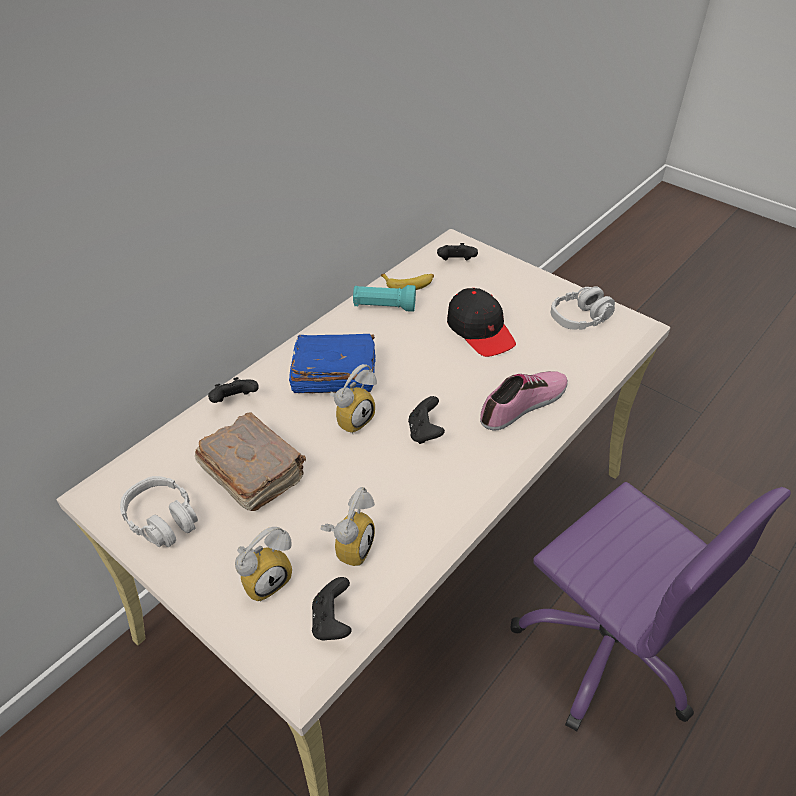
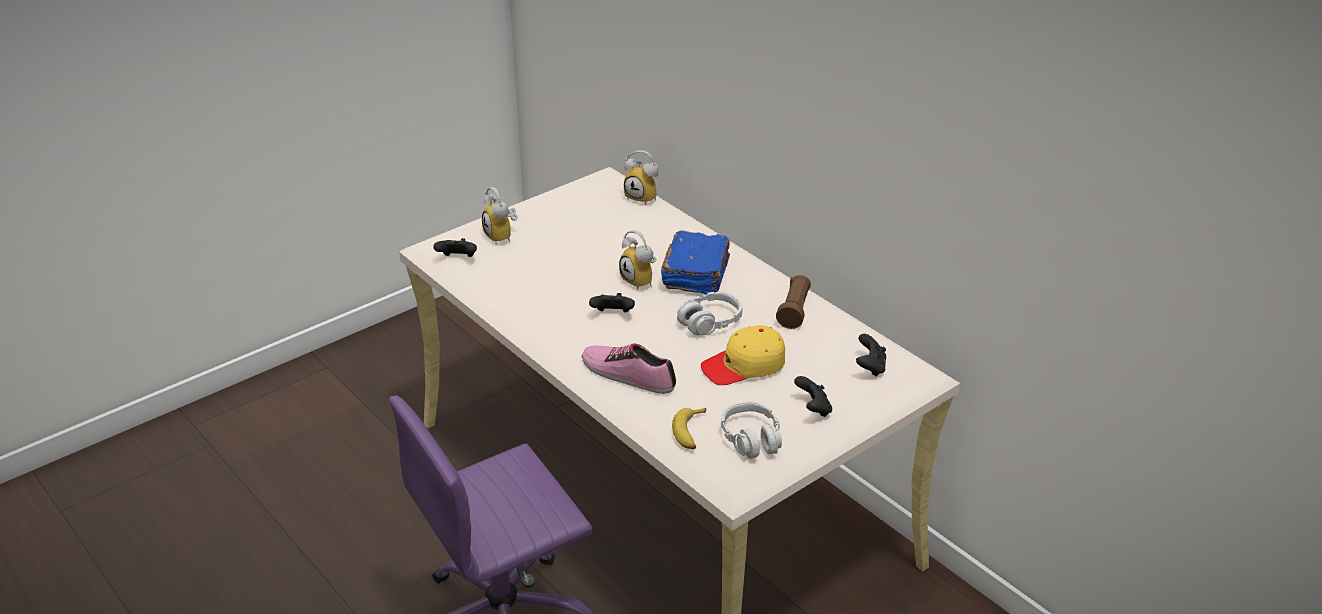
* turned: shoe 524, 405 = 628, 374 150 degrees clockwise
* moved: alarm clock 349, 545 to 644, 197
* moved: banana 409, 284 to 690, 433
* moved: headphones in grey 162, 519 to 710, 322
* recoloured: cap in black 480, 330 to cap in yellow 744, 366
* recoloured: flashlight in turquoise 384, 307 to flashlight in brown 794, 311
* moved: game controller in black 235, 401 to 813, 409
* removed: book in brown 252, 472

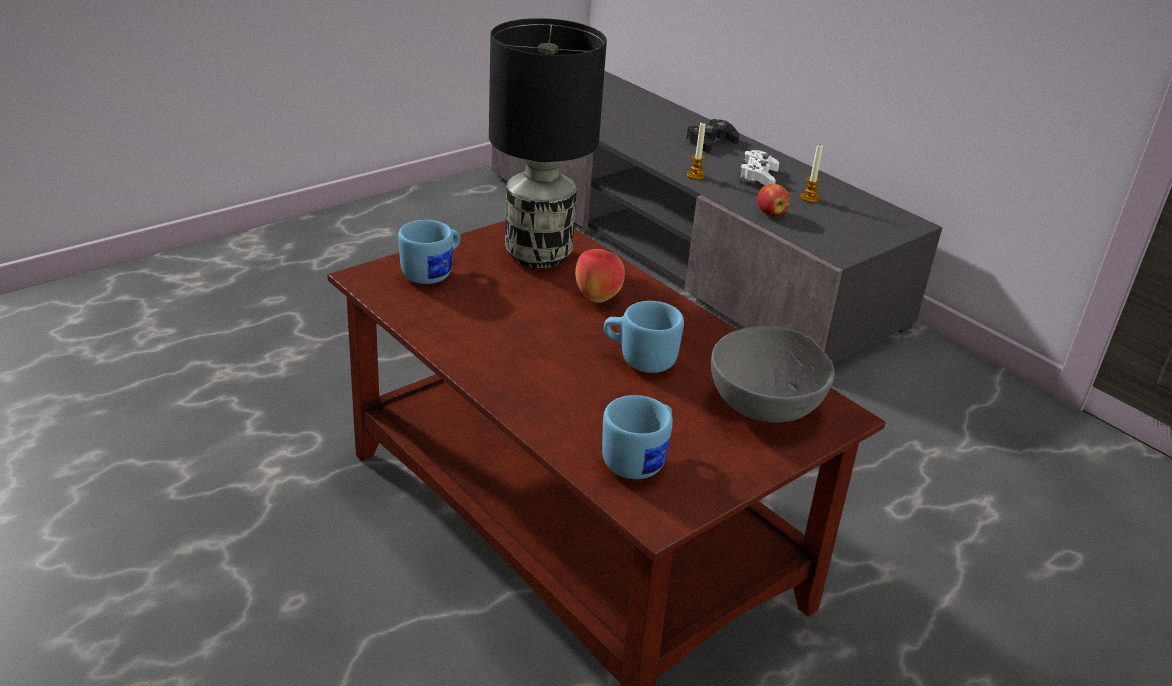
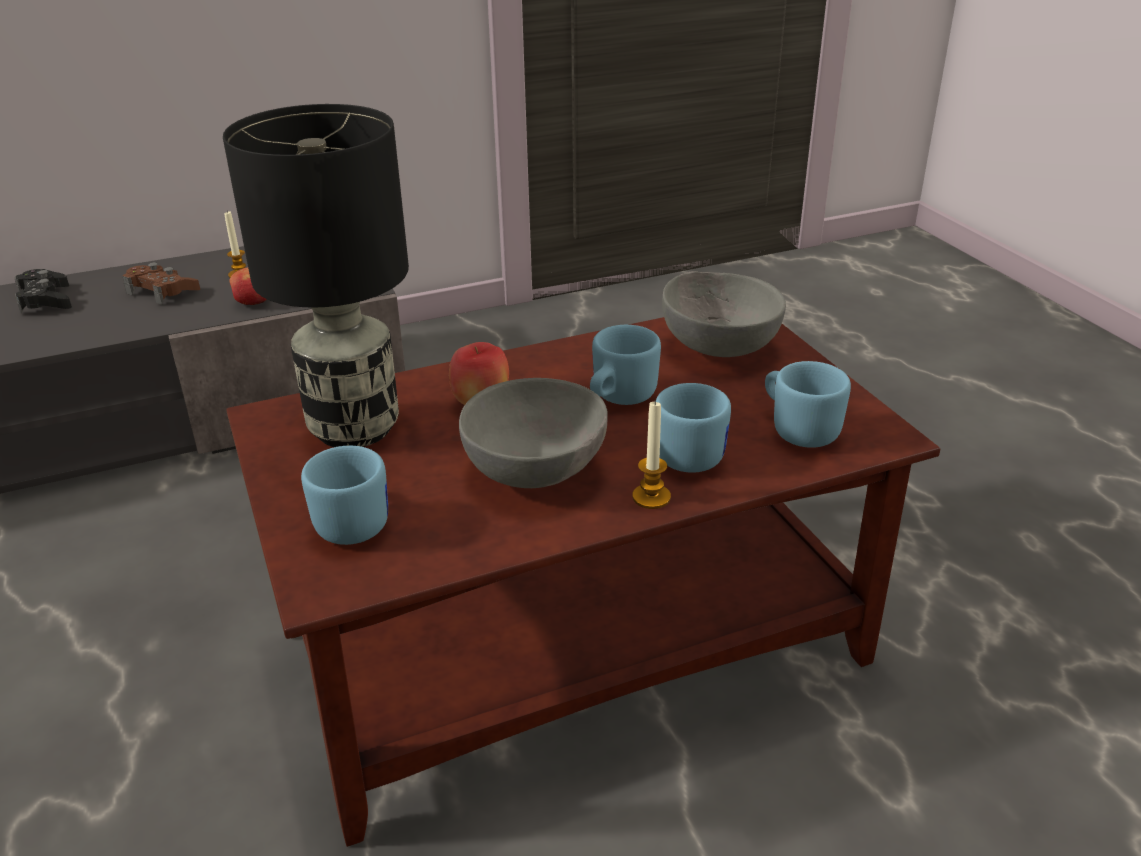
* recoloured: game controller in white 758, 176 to game controller in brown 162, 291
* added: bowl in grey 537, 472
* moved: candle 695, 175 to 651, 497
* added: mug in blue 687, 451

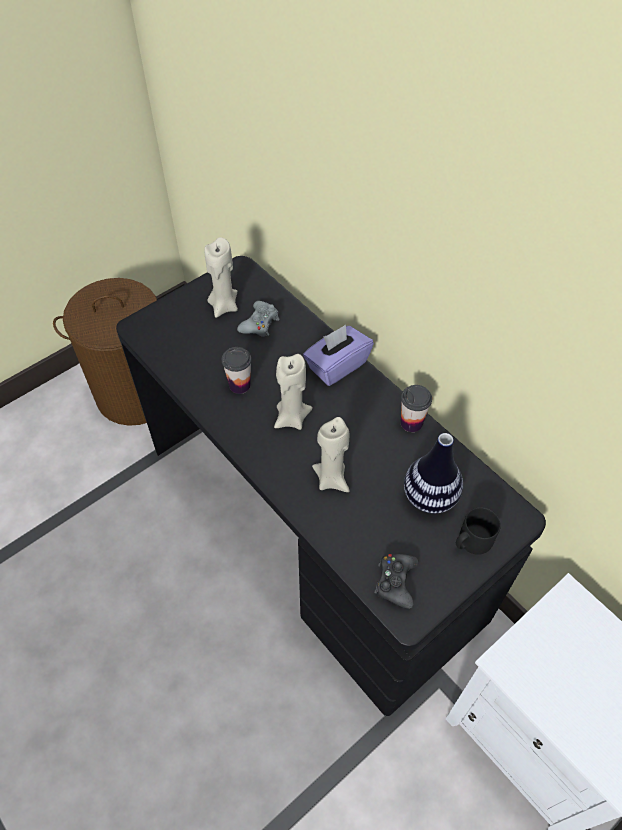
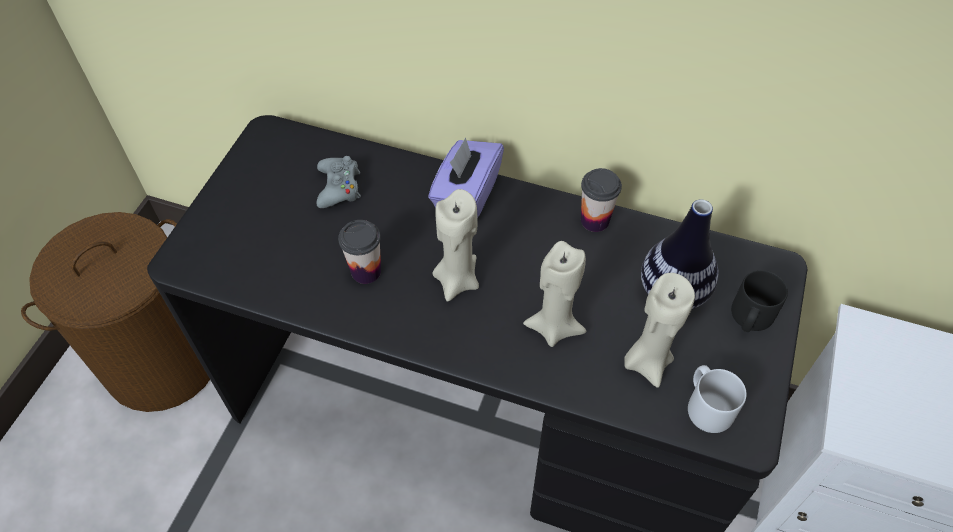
* moved: candle in beige 224, 306 to 647, 361
* replaced: game controller in black 395, 582 to mug in grey 707, 406

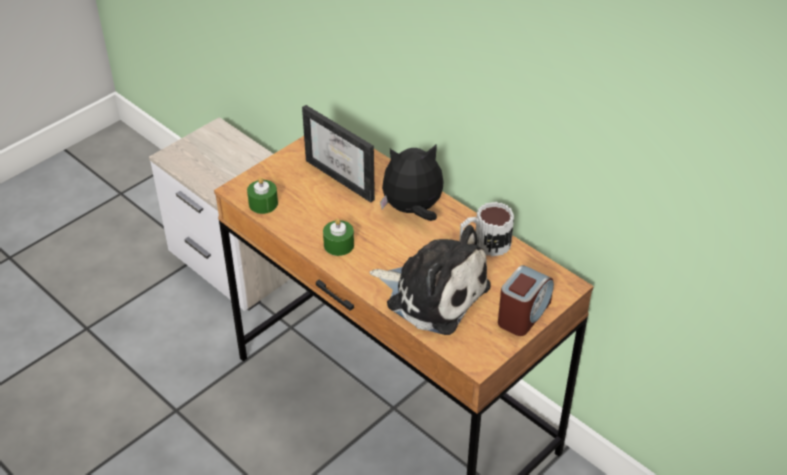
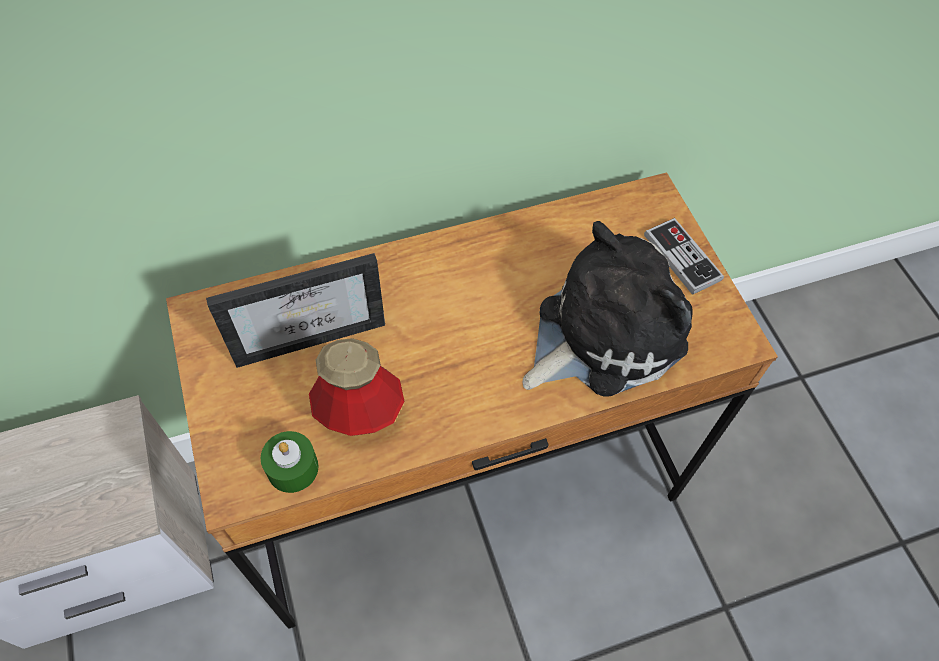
* added: bottle 359, 413
* replaced: alarm clock 523, 314 to game controller 682, 257
* removed: candle in green 339, 245
* removed: plush toy 413, 210
* removed: mug 484, 244

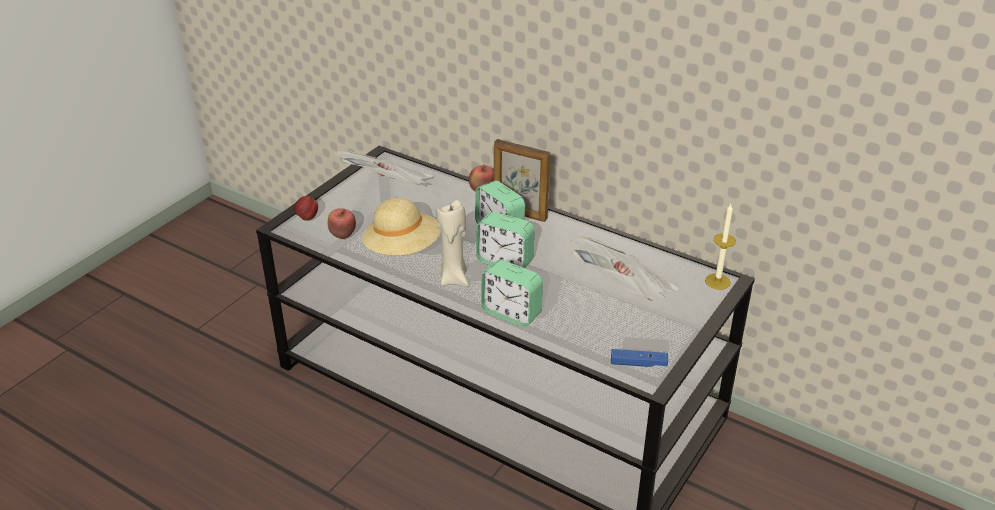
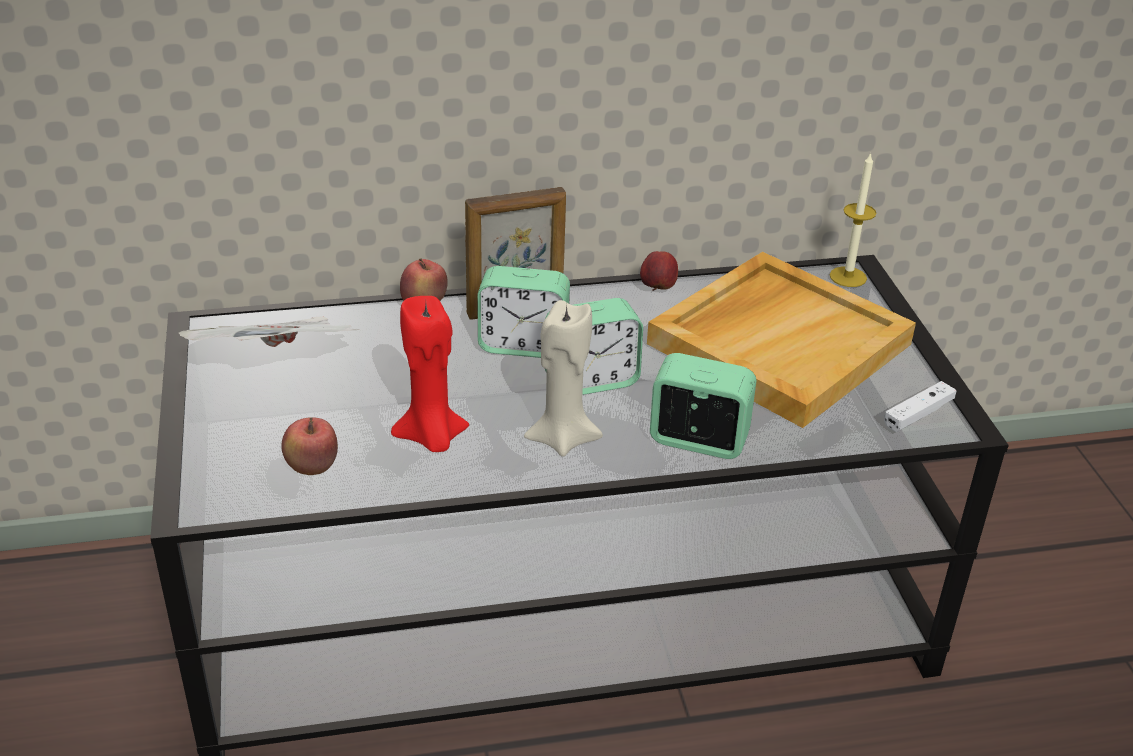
* replaced: hat in beige 403, 249 to candle in red 431, 438
* moved: apple 307, 218 to 658, 287
* replaced: newspaper 623, 292 to tray in beige 779, 342
* turned: alarm clock 511, 313 = 698, 440 150 degrees counterclockwise
* recoloured: game controller in blue 638, 363 to game controller in white 918, 414

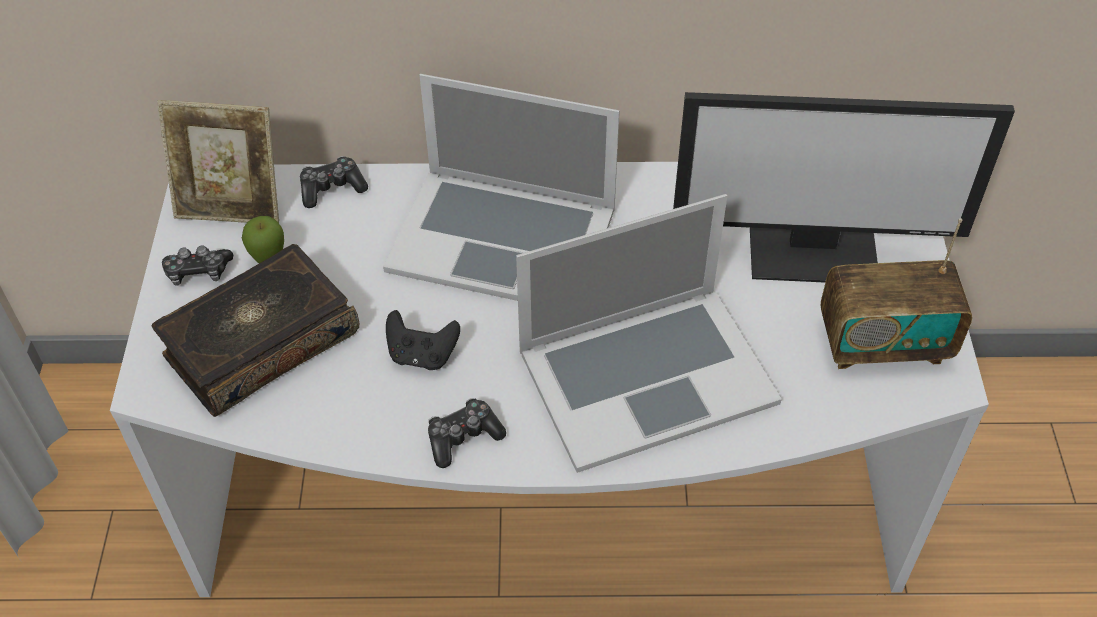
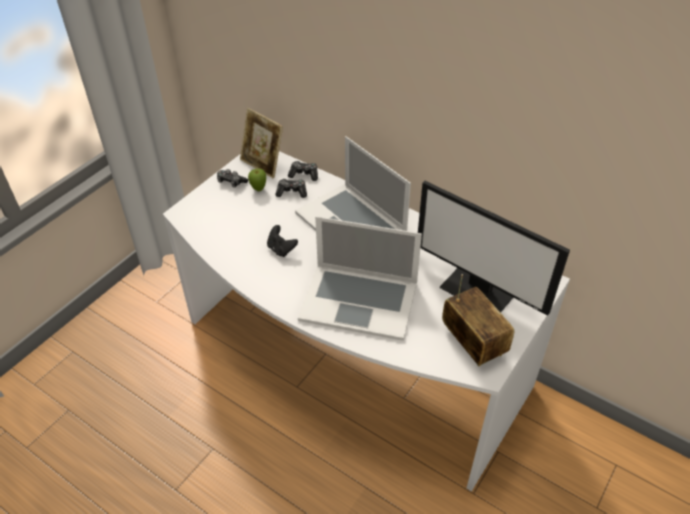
* moved: game controller 463, 437 to 292, 192
* turned: radio 883, 343 = 473, 342 150 degrees counterclockwise
* removed: book 260, 343

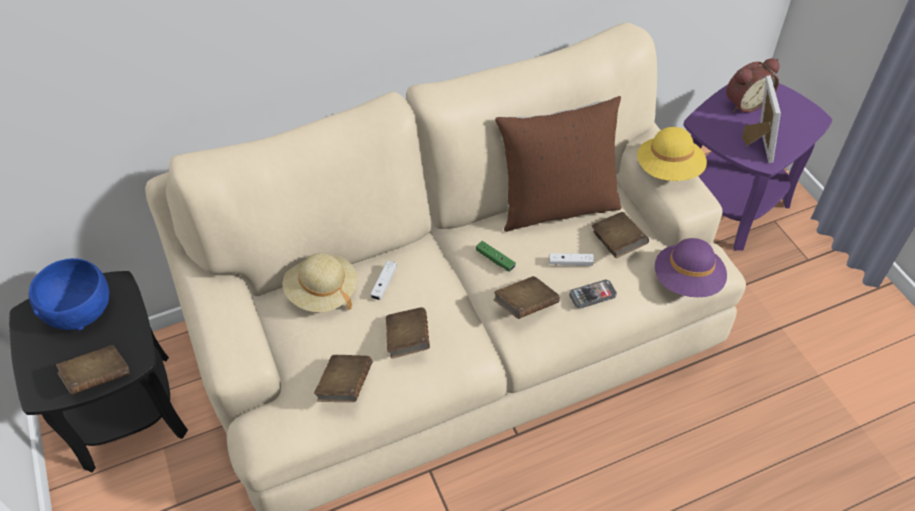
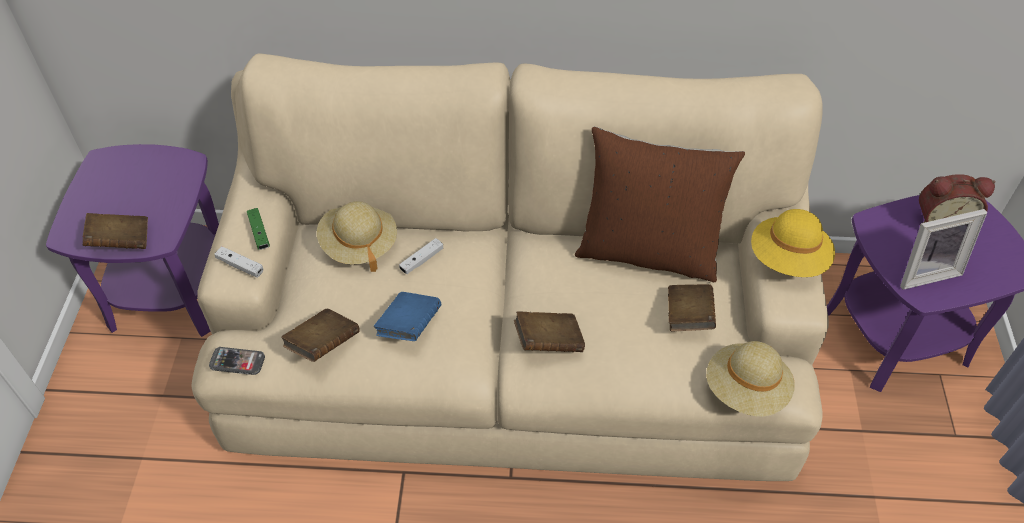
* recoloured: side table in black 127, 411 to side table in purple 171, 290
* moved: phone 592, 295 to 237, 362
* moved: game controller in white 570, 263 to 240, 266
* moved: game controller in green 495, 260 to 259, 233
* recoloured: book in brown 408, 341 to book in blue 409, 326
* recoloured: hat in purple 687, 281 to hat in beige 746, 390
* turned: picture frame 755, 144 = 924, 271 45 degrees clockwise
* removed: bowl in blue 79, 310

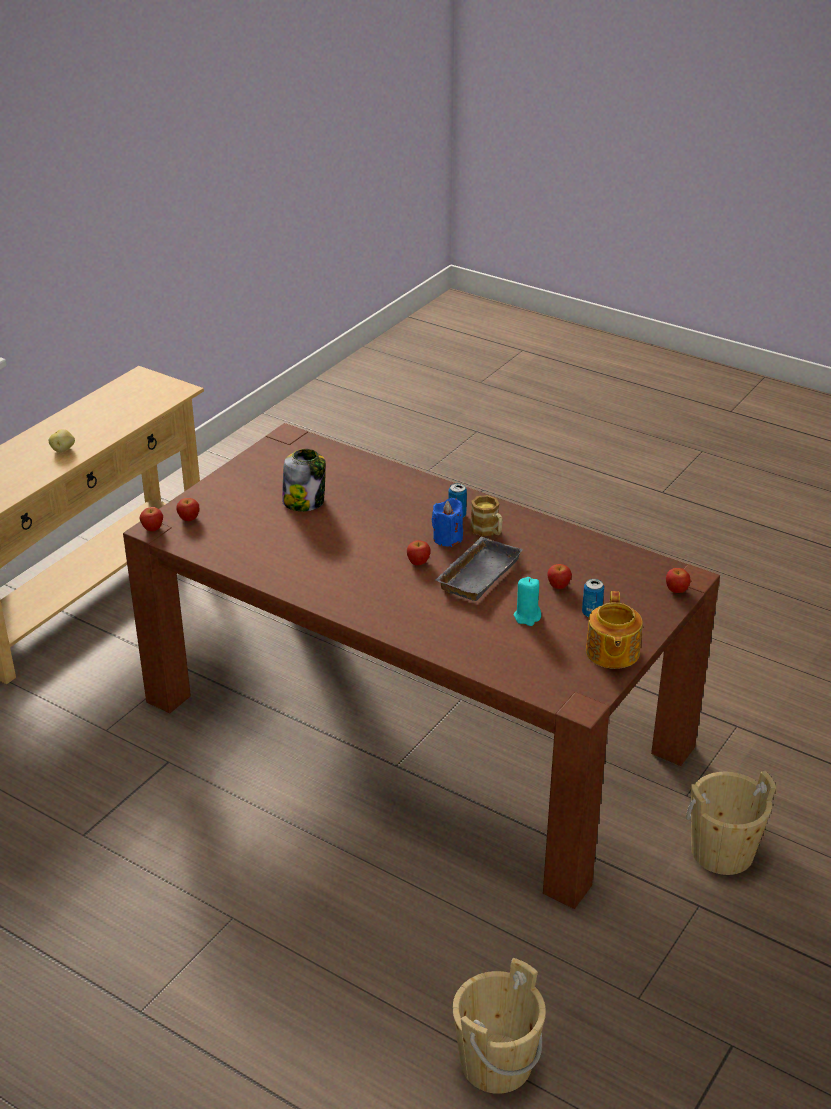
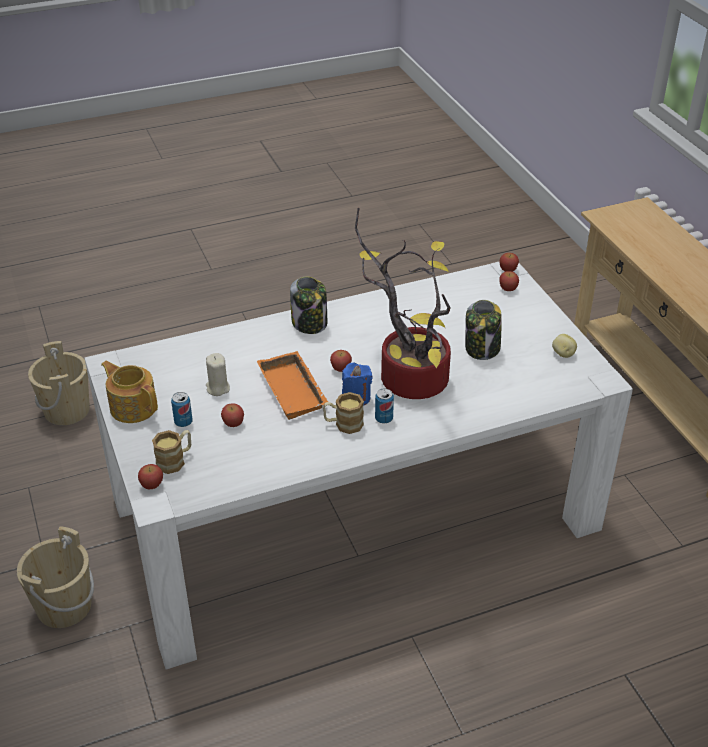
* recoloured: dining table in brown 415, 724 to dining table in white 353, 514
* added: mug 175, 460
* recoloured: candle in turquoise 527, 617 to candle in beige 217, 388
* recoloured: tray in grey 477, 573 to tray in orange 295, 390
* added: jar 310, 323
* added: potted plant 407, 379
* moved: potato 63, 449 to 563, 354

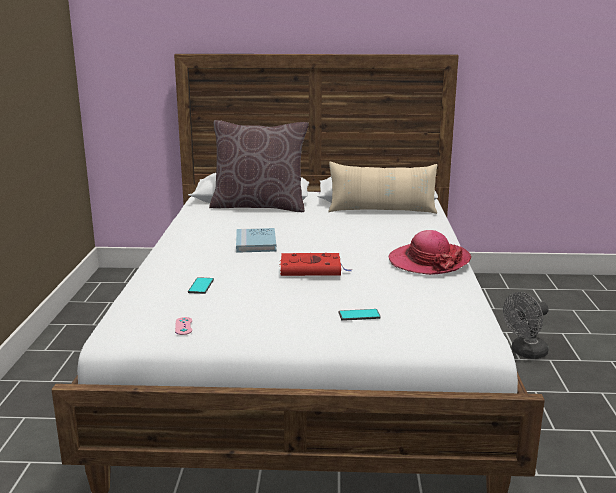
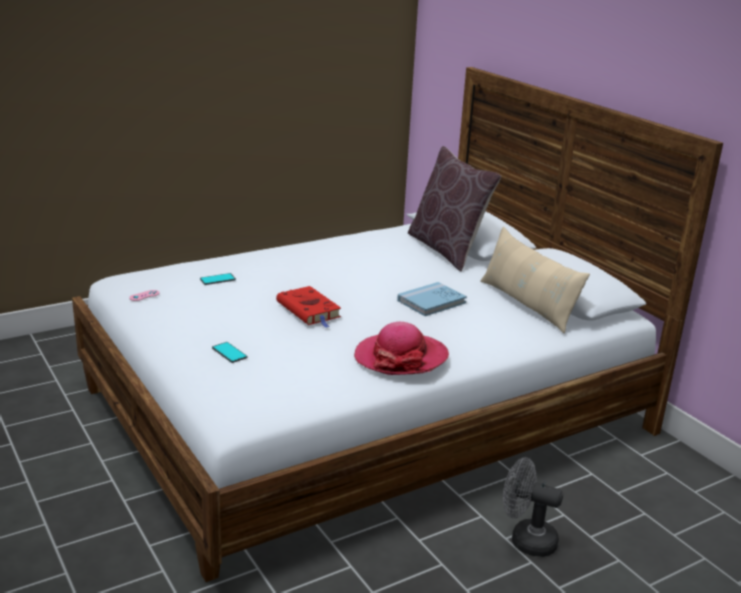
* moved: book in blue 256, 243 to 431, 302

